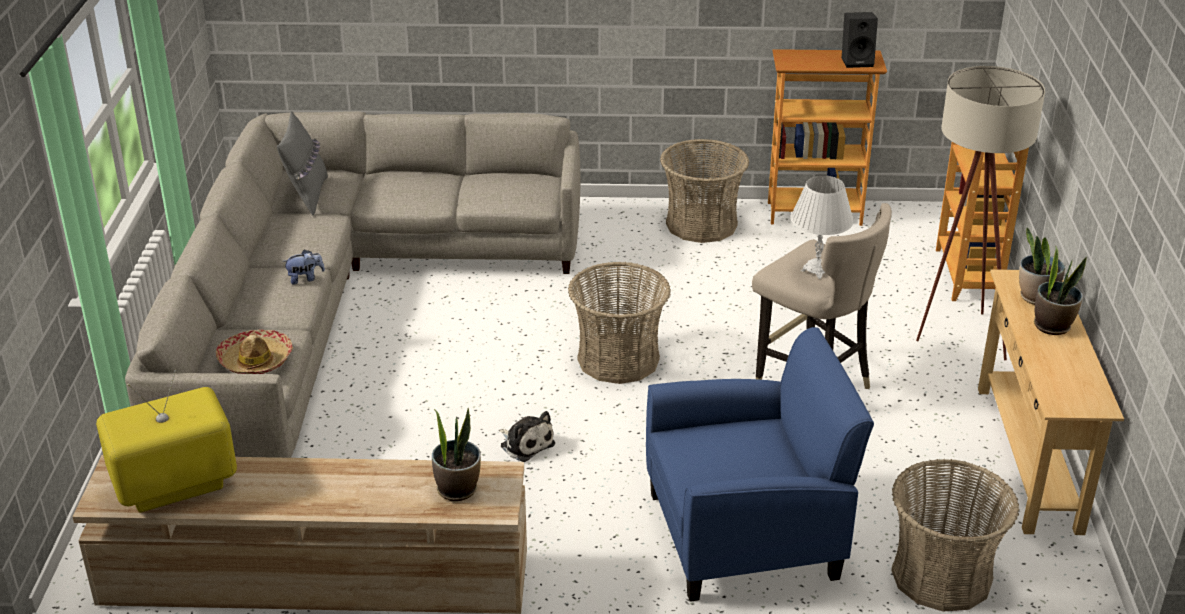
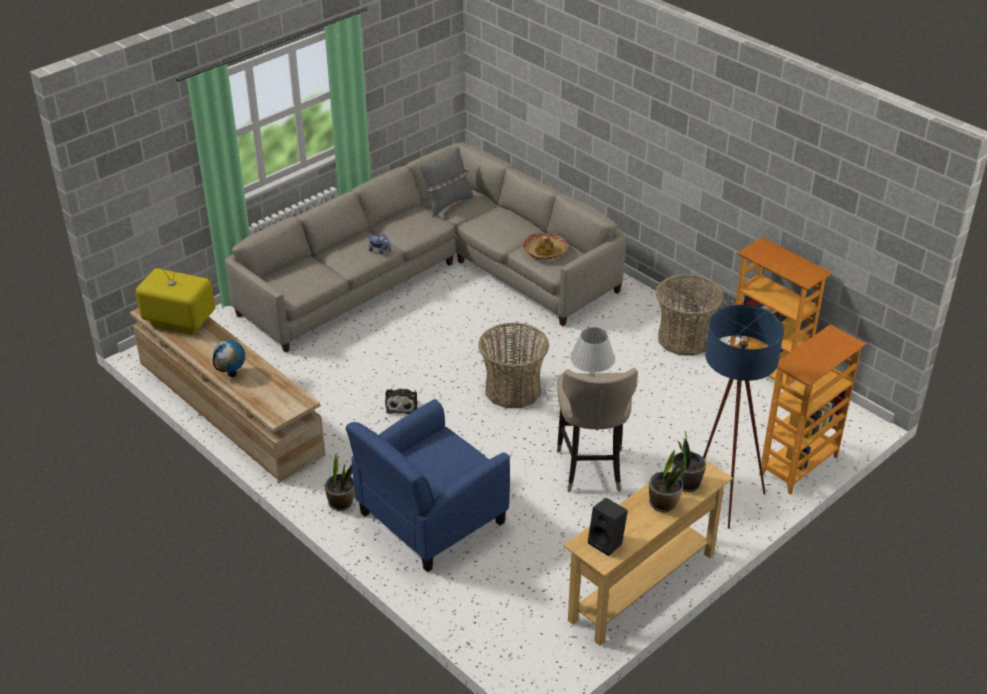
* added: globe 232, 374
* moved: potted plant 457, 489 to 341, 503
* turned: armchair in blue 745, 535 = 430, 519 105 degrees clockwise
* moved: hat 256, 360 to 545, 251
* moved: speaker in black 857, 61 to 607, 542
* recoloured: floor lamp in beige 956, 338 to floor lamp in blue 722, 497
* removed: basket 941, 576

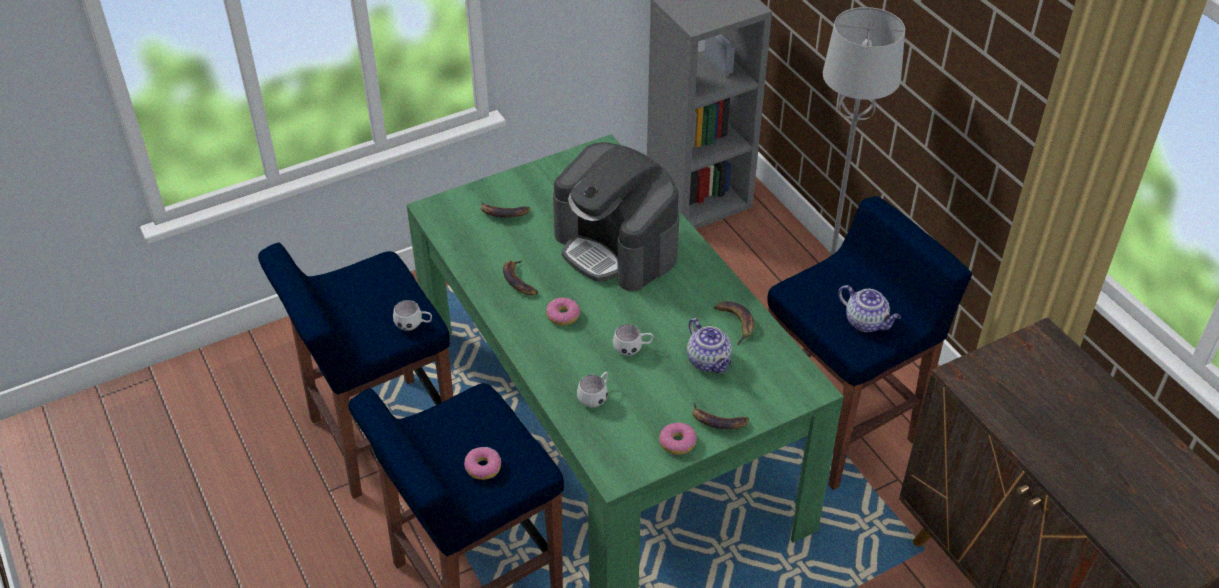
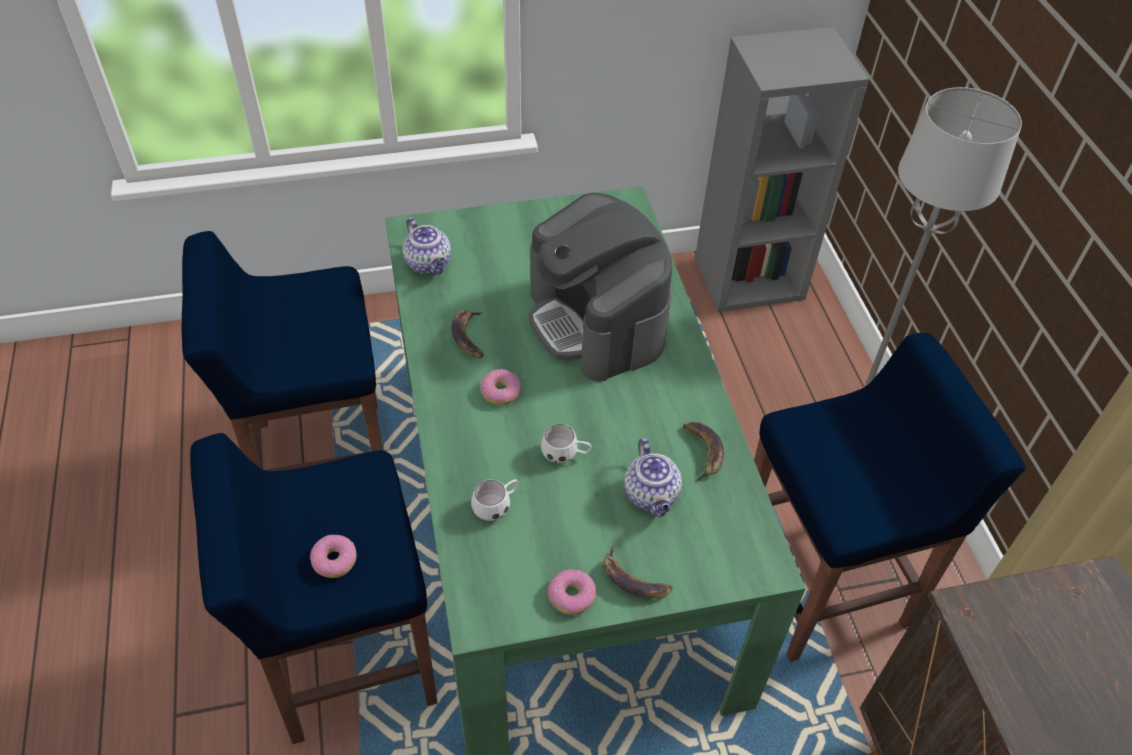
* moved: teapot 866, 322 to 429, 264
* removed: mug in white 414, 325
* removed: banana 503, 213

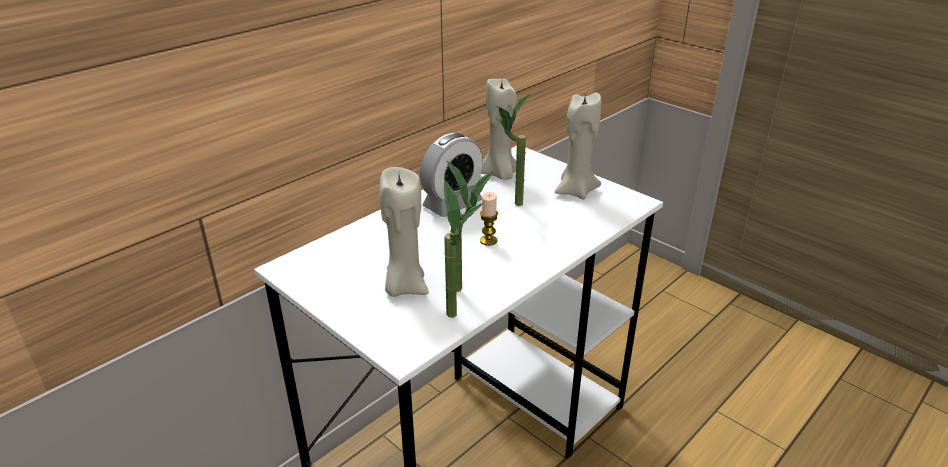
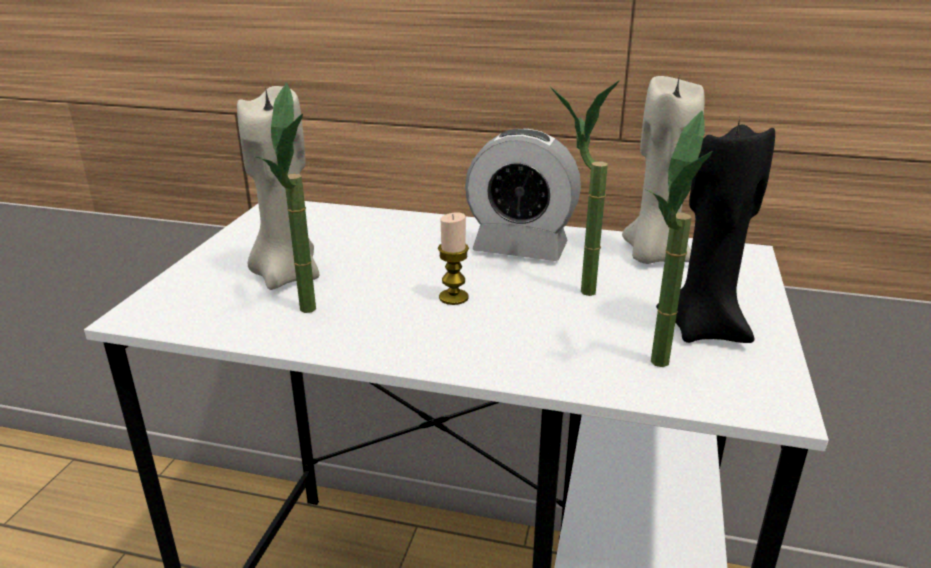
* moved: potted plant 459, 319 to 658, 372
* recoloured: candle in beige 575, 191 to candle in black 704, 329

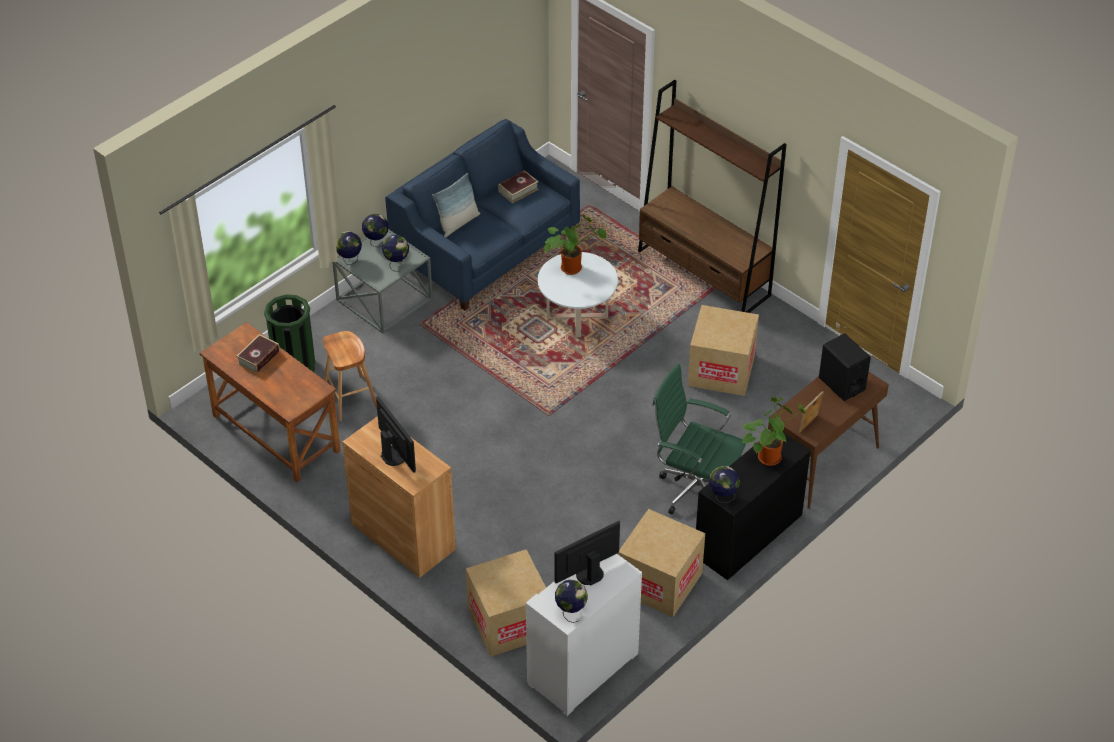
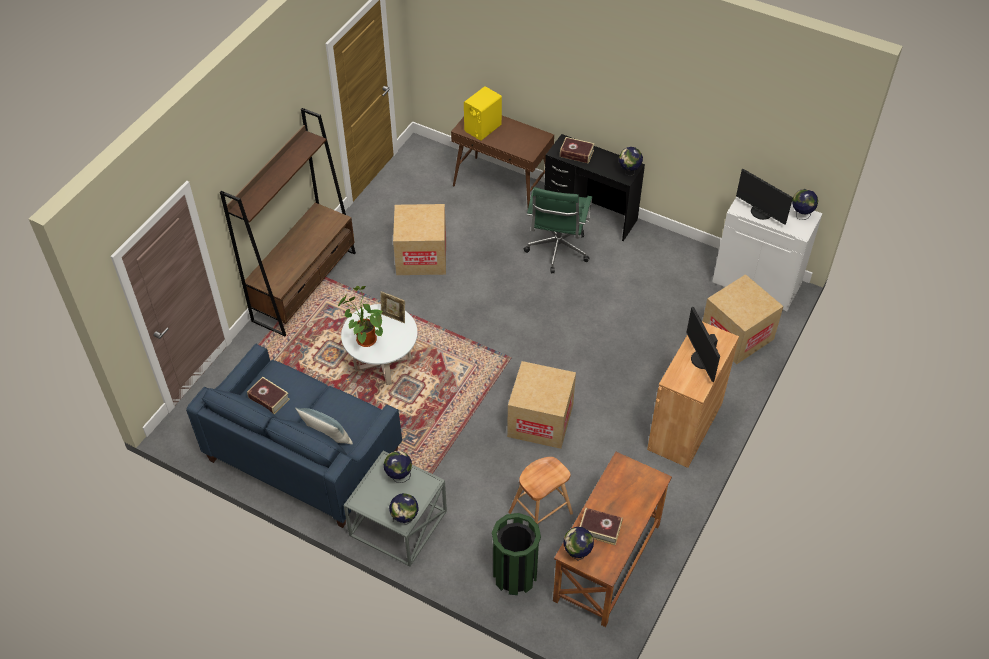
* moved: picture frame 809, 424 to 393, 317
* recoloured: speaker in black 841, 384 to speaker in yellow 482, 128
* moved: cardboard box 659, 582 to 540, 420
* replaced: potted plant 769, 456 to book 576, 153
* moved: globe 376, 242 to 577, 553
* turned: monitor 395, 455 = 701, 360 60 degrees counterclockwise

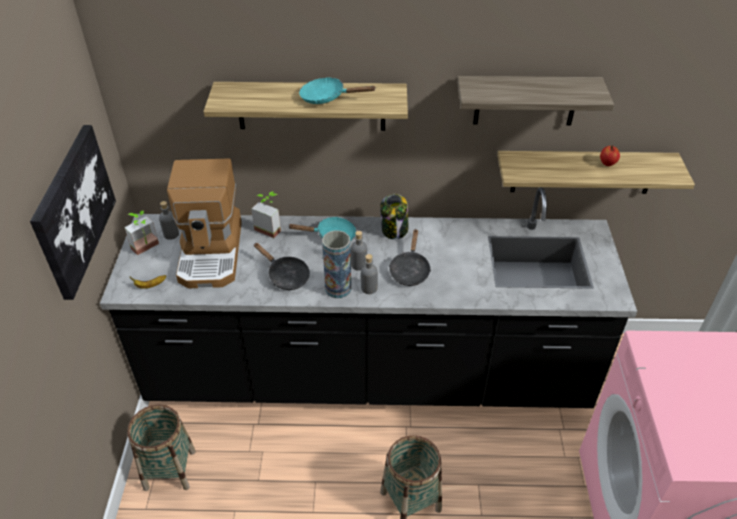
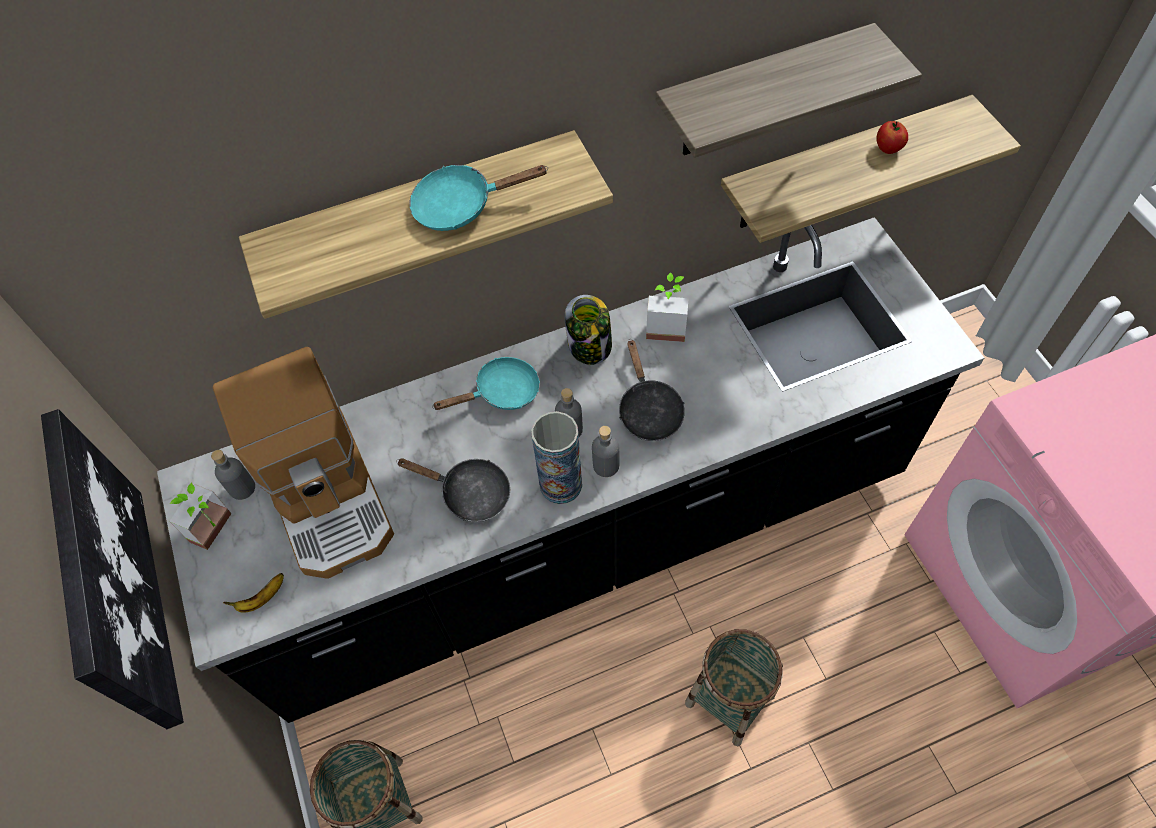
* moved: potted plant 270, 227 to 666, 326

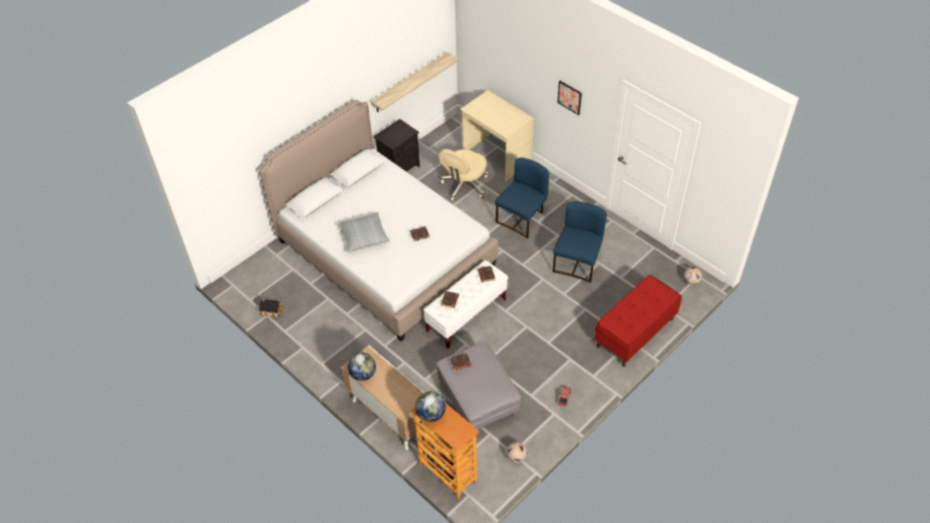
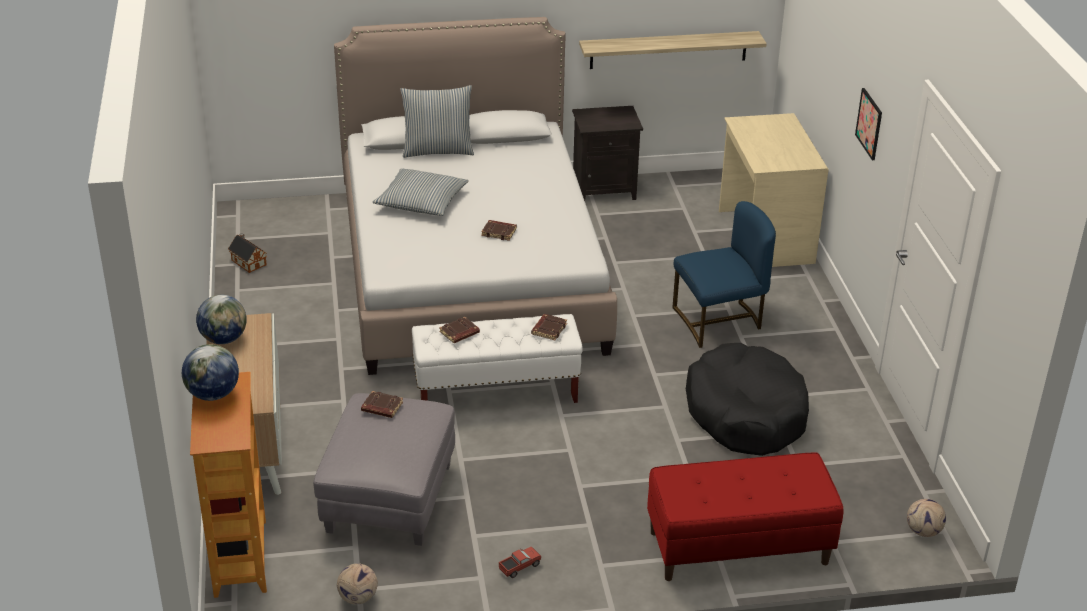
* added: pillow 437, 150
* replaced: chair in blue 577, 263 to dog bed in black 745, 413
* removed: office chair in beige 464, 186

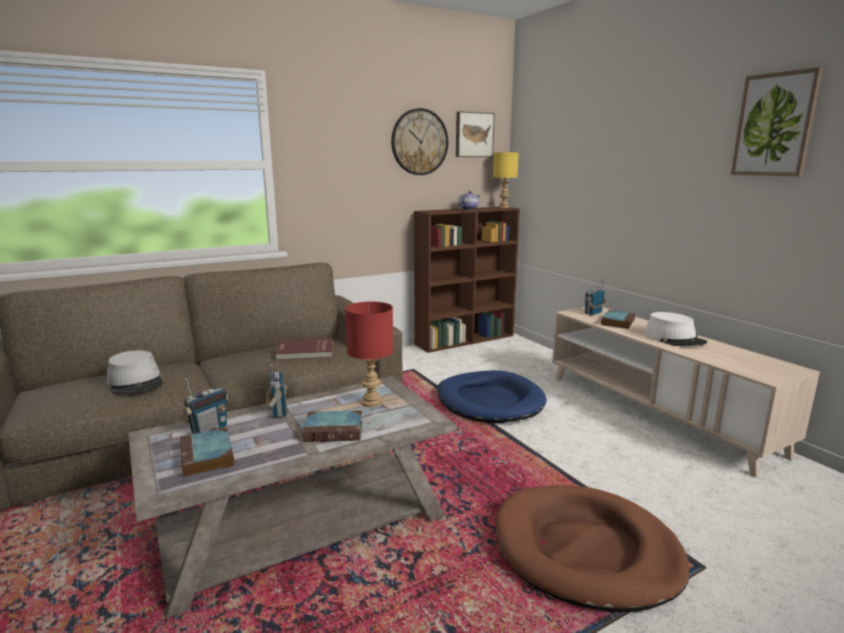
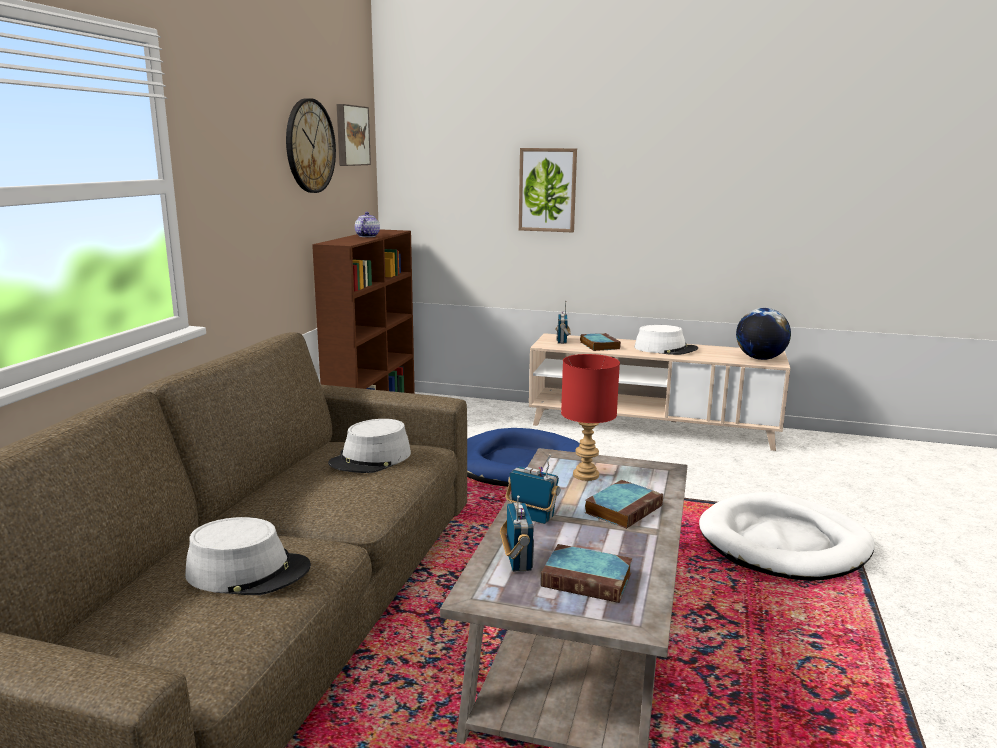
* replaced: book in red 305, 352 to hat in grey 371, 459
* moved: picture 775, 125 to 547, 190
* recoloured: dog bed in brown 585, 551 to dog bed in white 784, 543
* added: globe 760, 358
* removed: table lamp in yellow 503, 207

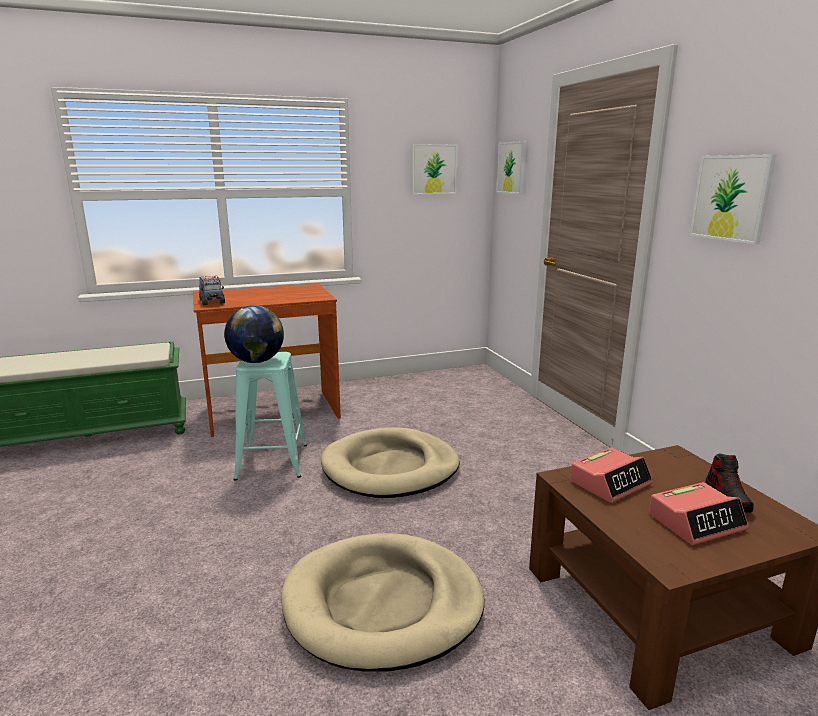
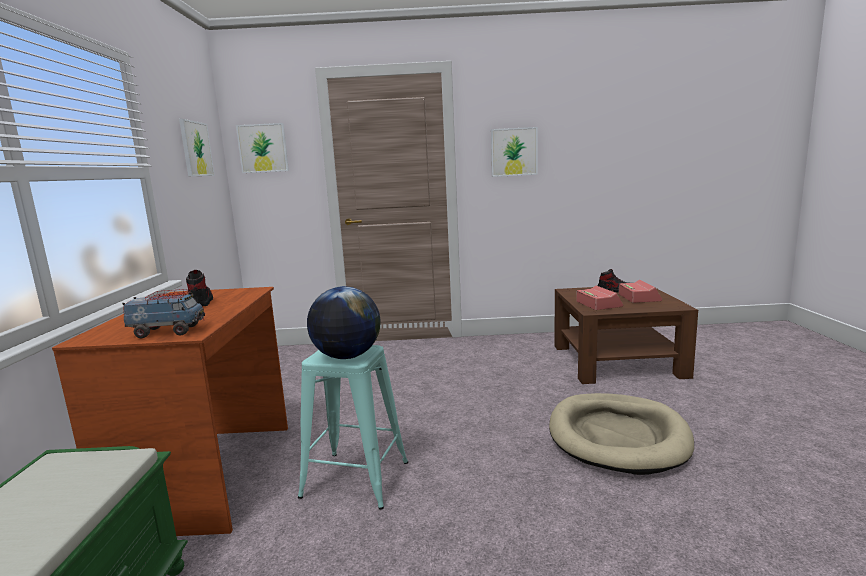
* added: shoe 201, 302
* removed: dog bed in beige 390, 468

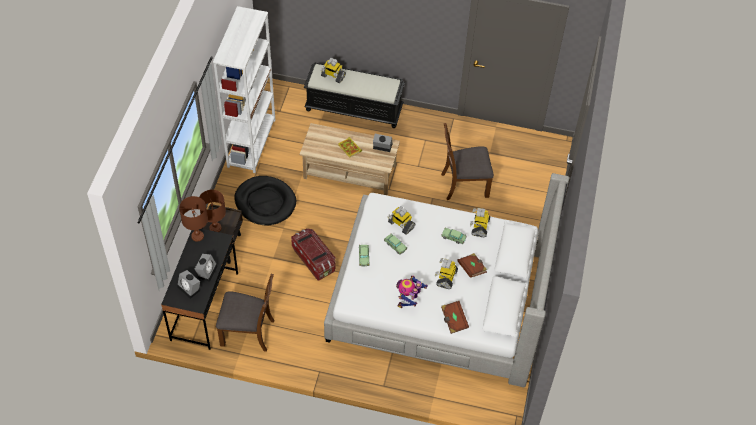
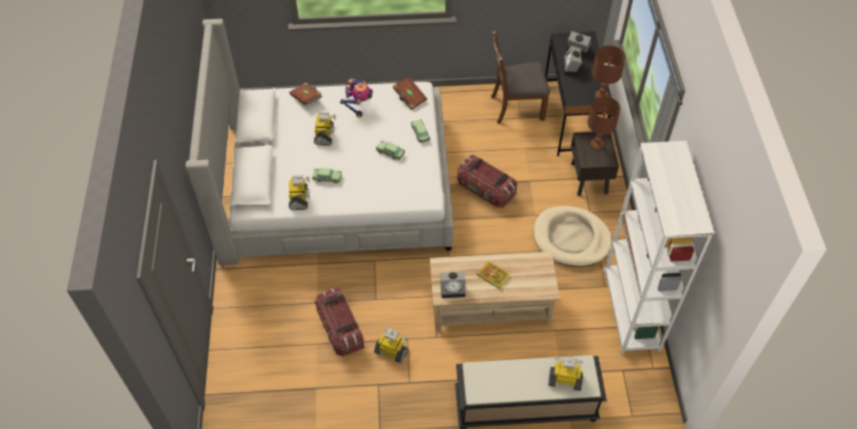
* replaced: chair in brown 464, 184 to storage box 340, 329
* moved: toy robot 401, 224 to 392, 351
* moved: book in brown 472, 268 to 409, 98
* recoloured: dog bed in black 265, 202 to dog bed in beige 571, 238

